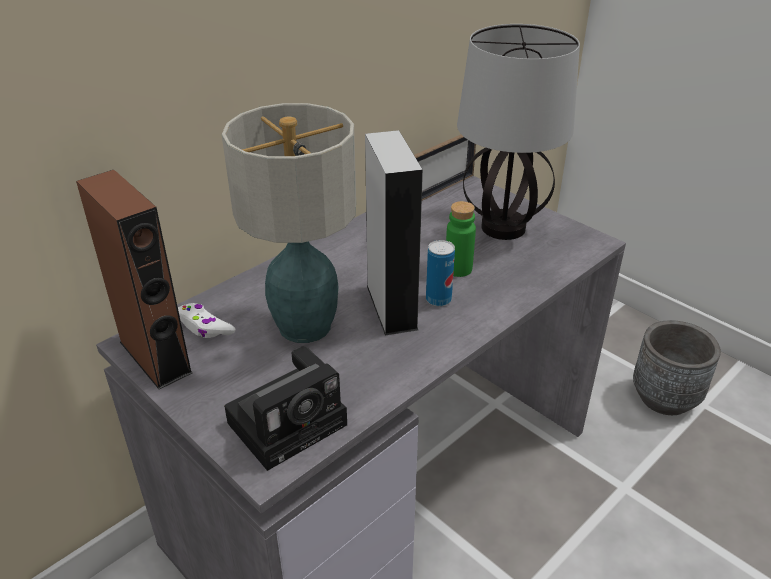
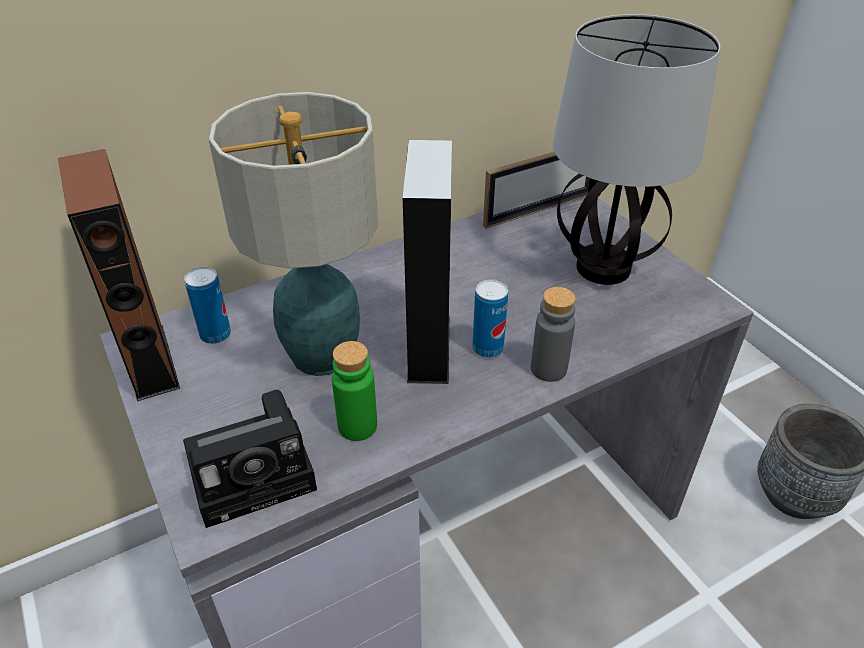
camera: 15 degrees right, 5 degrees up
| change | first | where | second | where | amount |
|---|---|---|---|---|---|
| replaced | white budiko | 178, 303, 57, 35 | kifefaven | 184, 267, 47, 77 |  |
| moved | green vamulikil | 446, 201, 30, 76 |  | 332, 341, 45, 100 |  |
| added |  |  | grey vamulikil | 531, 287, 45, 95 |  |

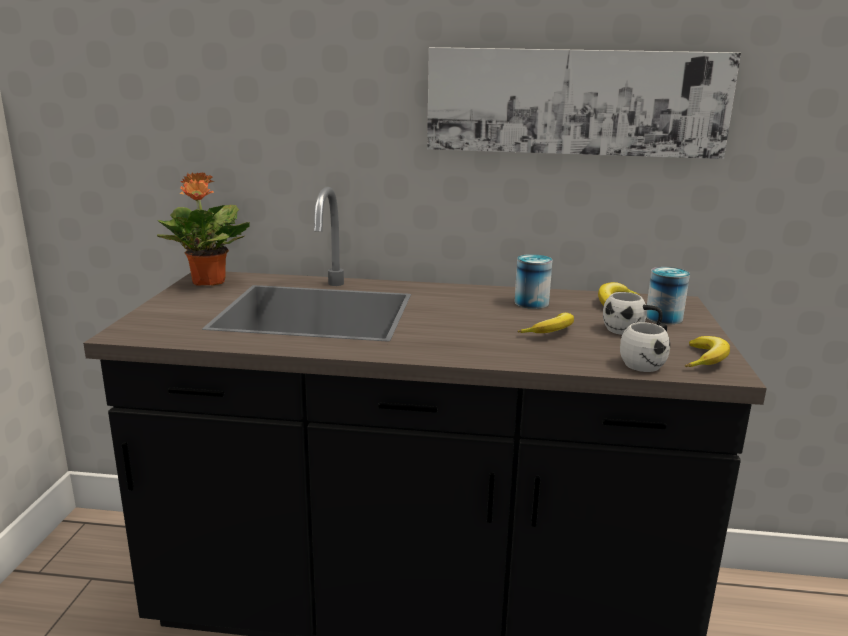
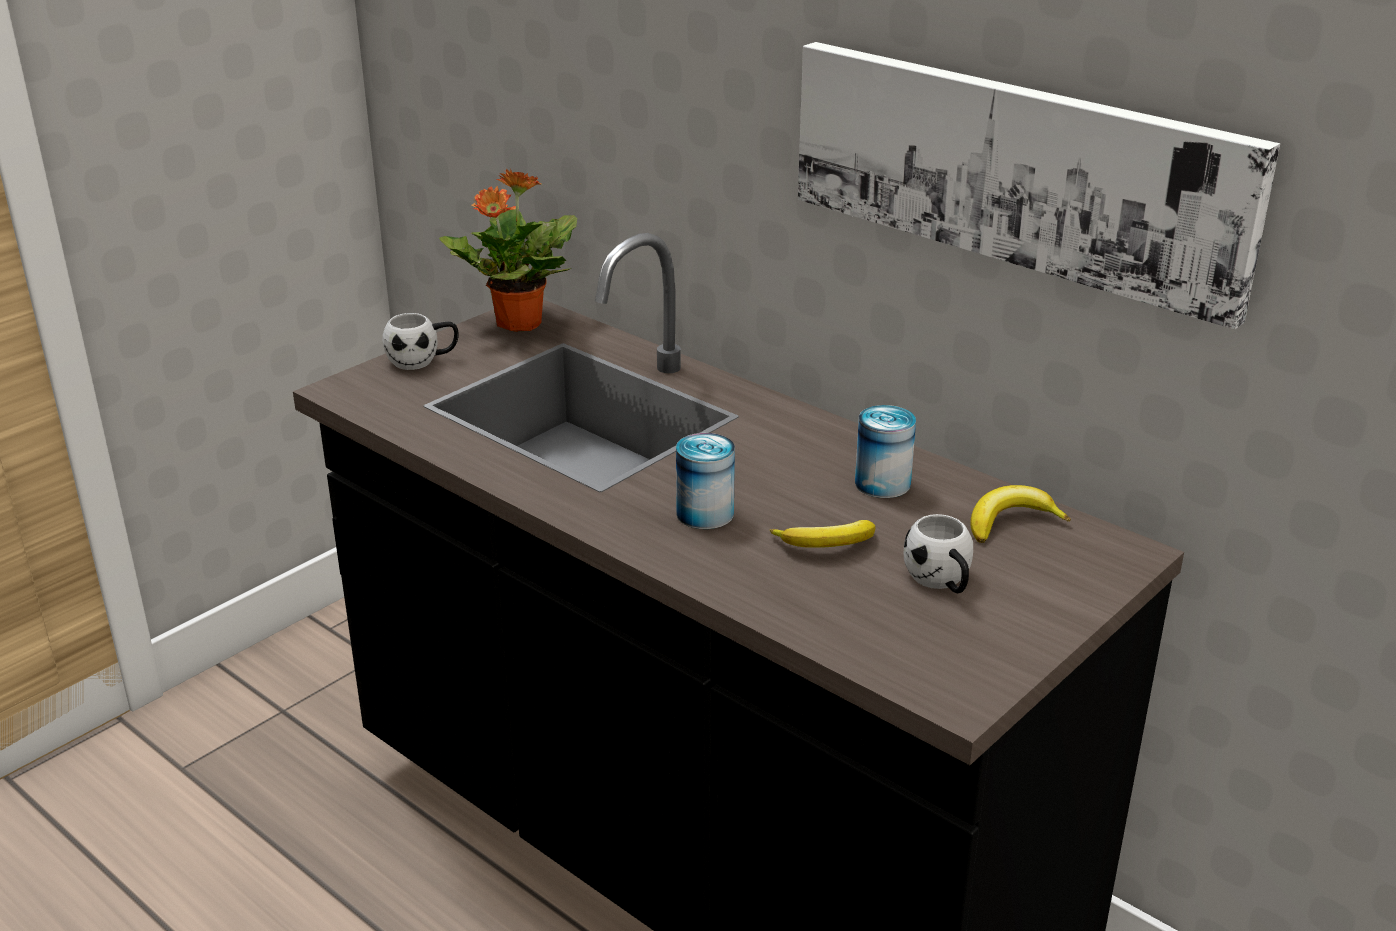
camera: 35 degrees right, 10 degrees up
| change | first | where | second | where | amount |
|---|---|---|---|---|---|
| moved | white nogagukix | 620, 322, 50, 50 |  | 383, 313, 76, 57 |  |
| moved | kifefaven | 646, 267, 44, 57 |  | 676, 433, 59, 96 |  |
| removed | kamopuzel | 685, 336, 45, 31 |  |  |  |

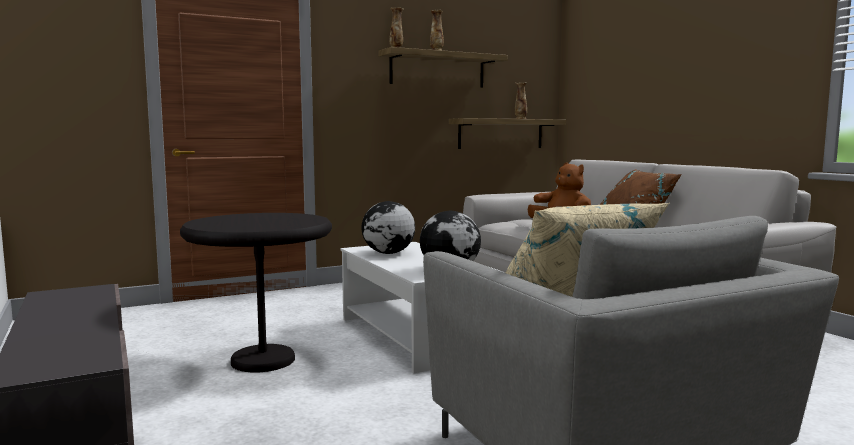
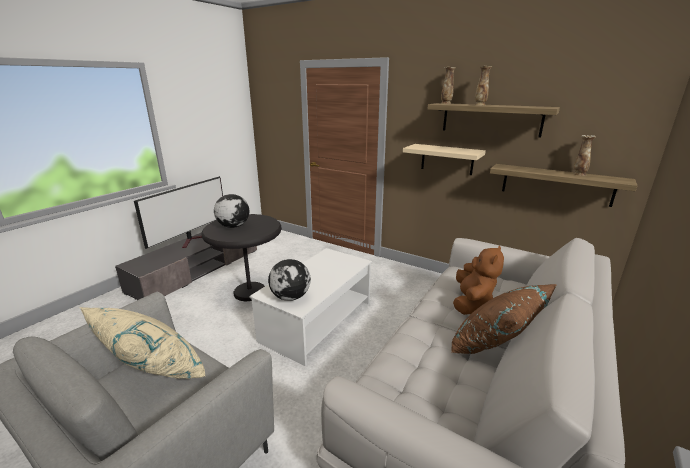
camera: 60 degrees right, 15 degrees up
| change | first | where | second | where | amount |
|---|---|---|---|---|---|
| added |  |  | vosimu | 134, 176, 89, 73 |  |
| moved | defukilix | 361, 201, 54, 53 |  | 214, 194, 35, 34 |  |
| added |  |  | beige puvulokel | 403, 144, 83, 31 |  |

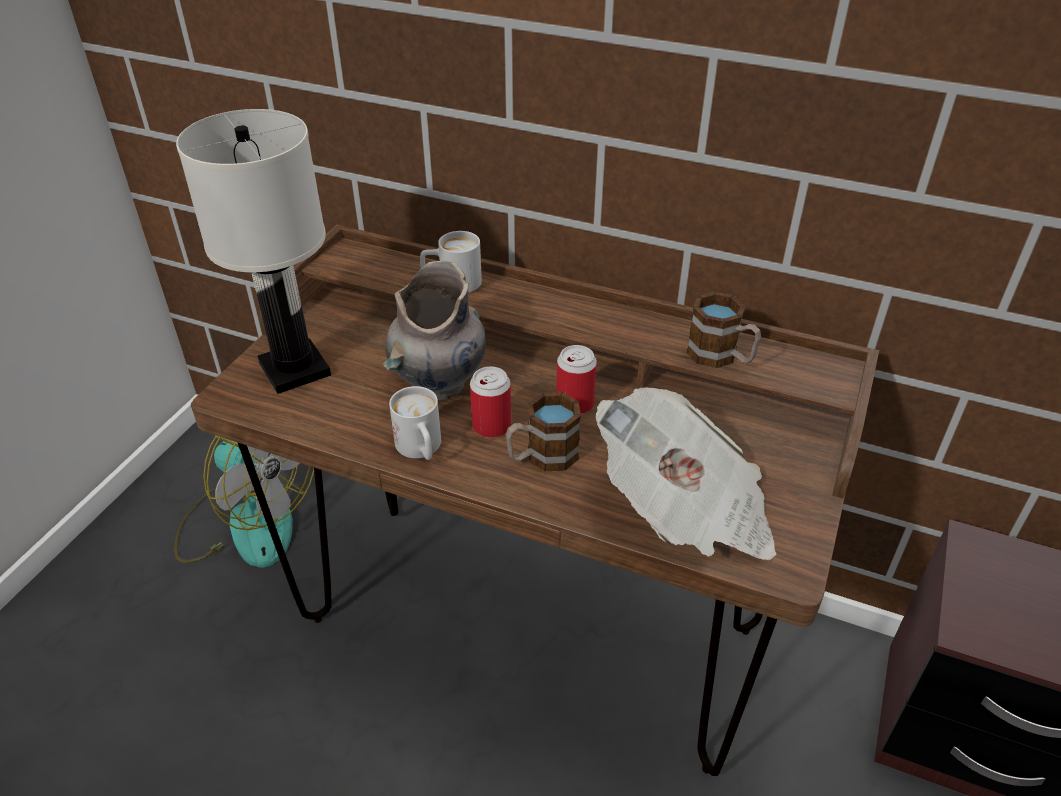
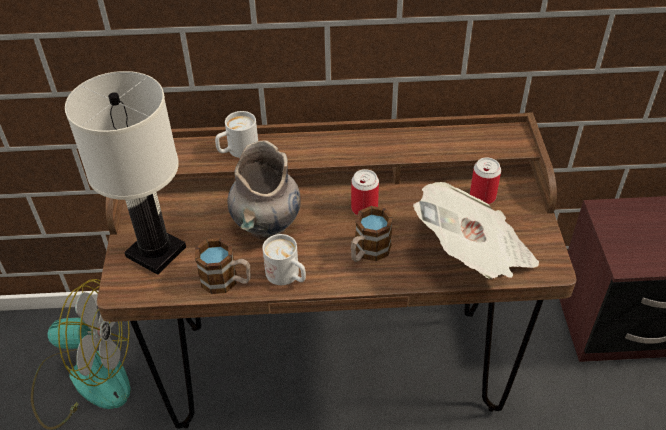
camera: 25 degrees left, 5 degrees up
| change | first | where | second | where | amount |
|---|---|---|---|---|---|
| moved | nogagukix | 686, 291, 75, 77 |  | 195, 238, 56, 56 |  |
| moved | kifefaven | 470, 367, 41, 71 |  | 470, 158, 31, 46 |  |

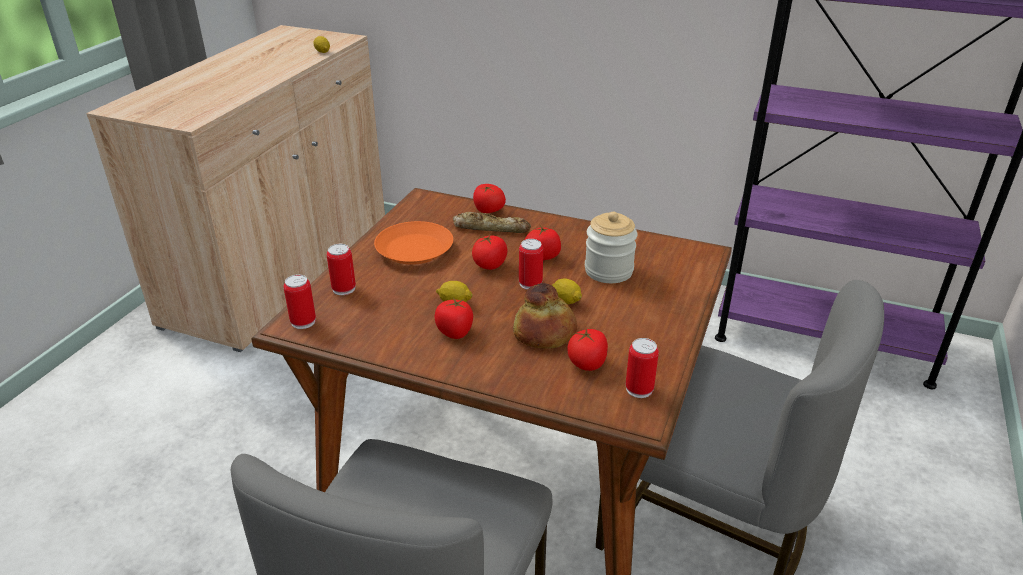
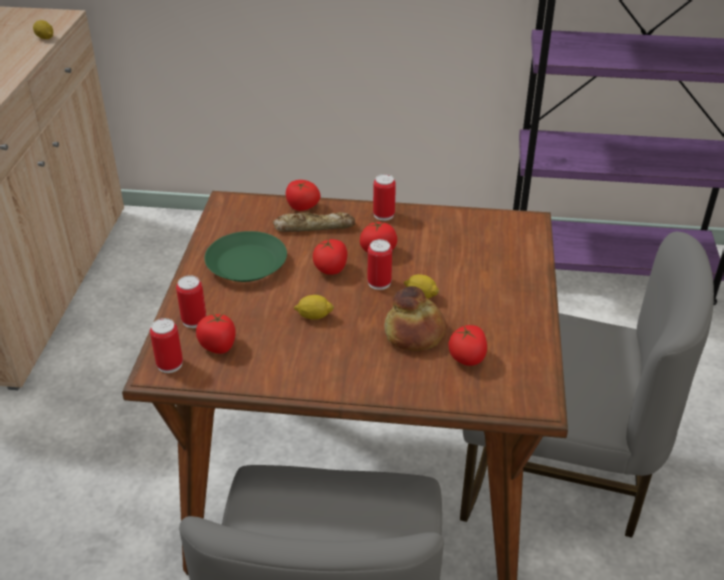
camera: 15 degrees left, 5 degrees up
| change | first | where | second | where | amount |
|---|---|---|---|---|---|
| moved | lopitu | 435, 297, 38, 42 |  | 196, 313, 40, 41 |  |
| recoloured | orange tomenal | 374, 221, 79, 44 | green tomenal | 204, 231, 83, 51 |  |
| moved | kifefaven | 626, 338, 33, 60 |  | 373, 174, 23, 47 |  |
| removed | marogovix | 585, 212, 53, 71 |  |  |  |

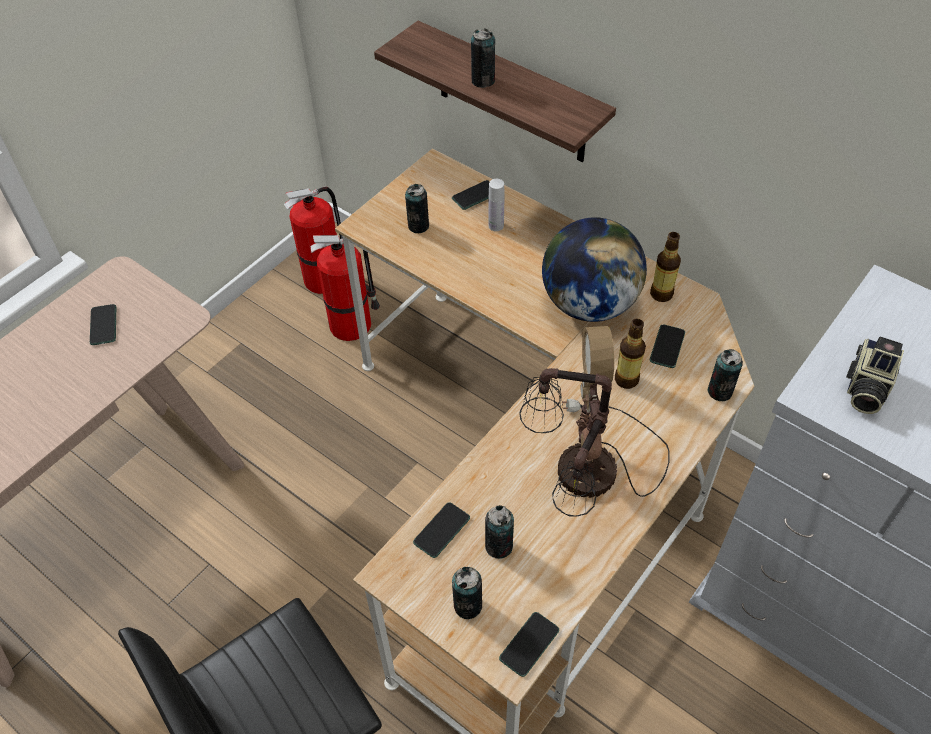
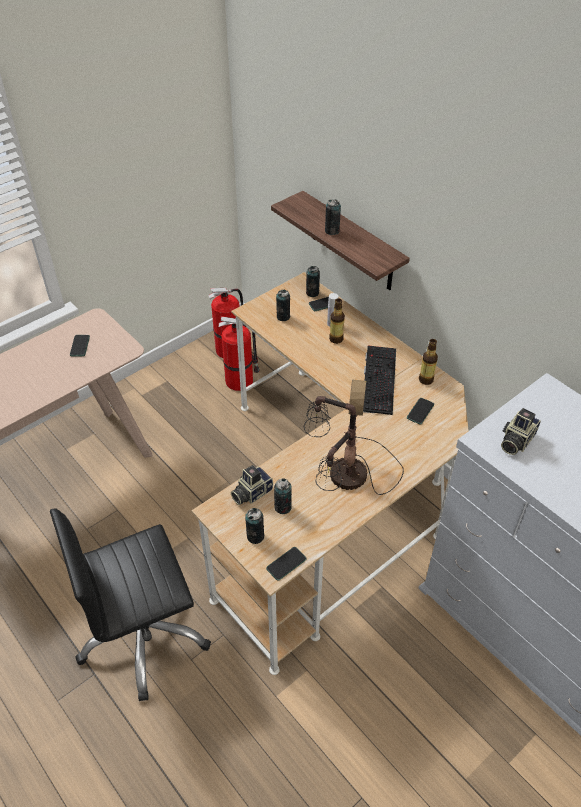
camera: 10 degrees right, 5 degrees down
| change | first | where | second | where | amount |
|---|---|---|---|---|---|
| replaced | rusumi | 413, 502, 57, 56 | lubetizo | 231, 465, 42, 40 |  |
| moved | kifefaven | 707, 349, 36, 52 |  | 306, 266, 14, 31 |  |
| moved | vamulikil | 615, 319, 31, 70 |  | 329, 298, 16, 46 |  |
| replaced | defukilix | 542, 217, 105, 105 | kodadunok | 363, 345, 33, 70 |  |

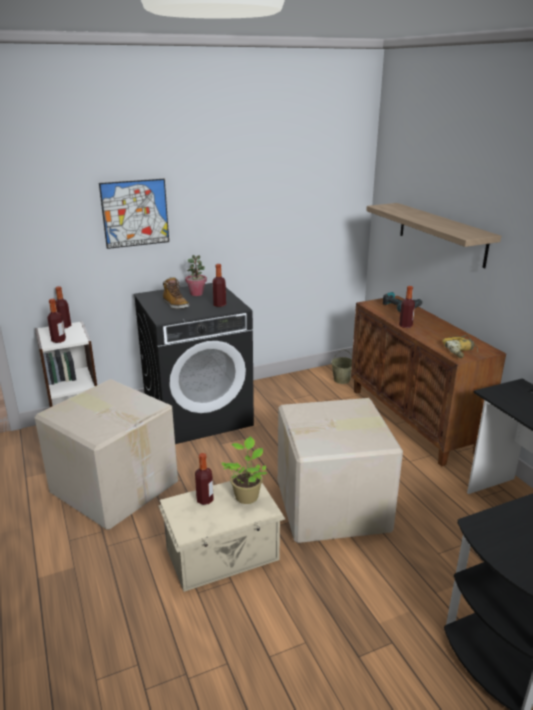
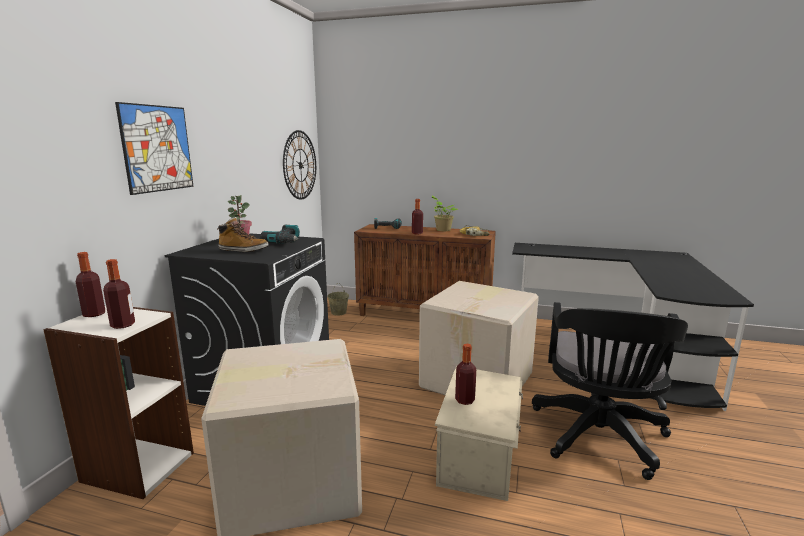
camera: 50 degrees left, 10 degrees down
| change | first | where | second | where | amount |
|---|---|---|---|---|---|
| replaced | vamulikil | 213, 264, 13, 43 | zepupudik | 260, 224, 40, 20 |  |
| added |  |  | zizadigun | 283, 130, 33, 69 |  |
| moved | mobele | 222, 436, 45, 68 |  | 432, 196, 26, 35 |  |
| added |  |  | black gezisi | 532, 302, 156, 178 |  |
| removed | puvulokel | 366, 203, 135, 65 |  |  |  |

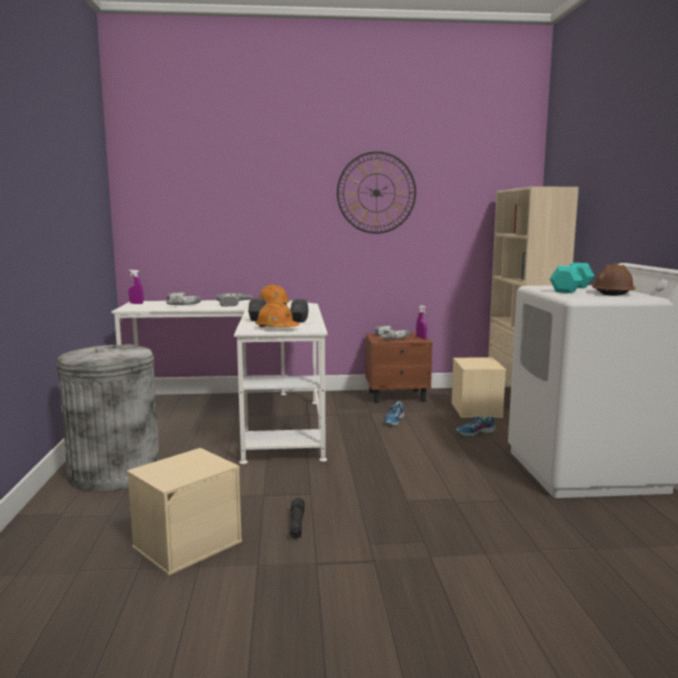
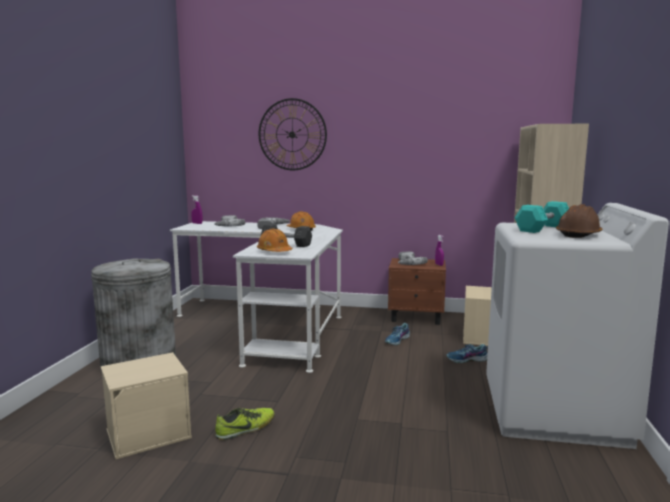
camera: 15 degrees right, 0 degrees up
| change | first | where | second | where | amount |
|---|---|---|---|---|---|
| replaced | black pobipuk | 290, 498, 15, 41 | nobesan | 215, 407, 60, 33 |  |
| moved | zizadigun | 337, 151, 79, 83 |  | 259, 98, 68, 72 |  |

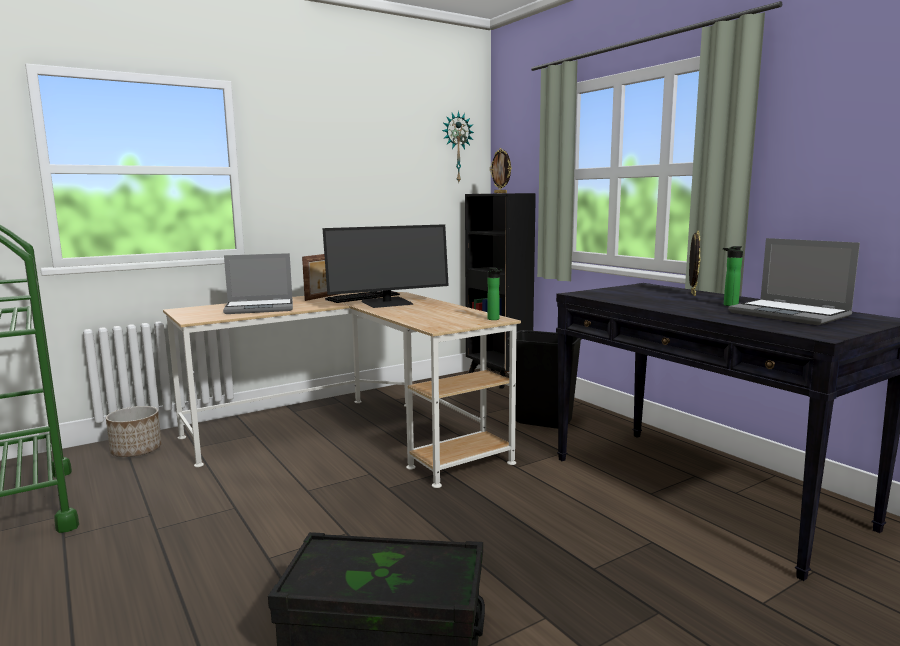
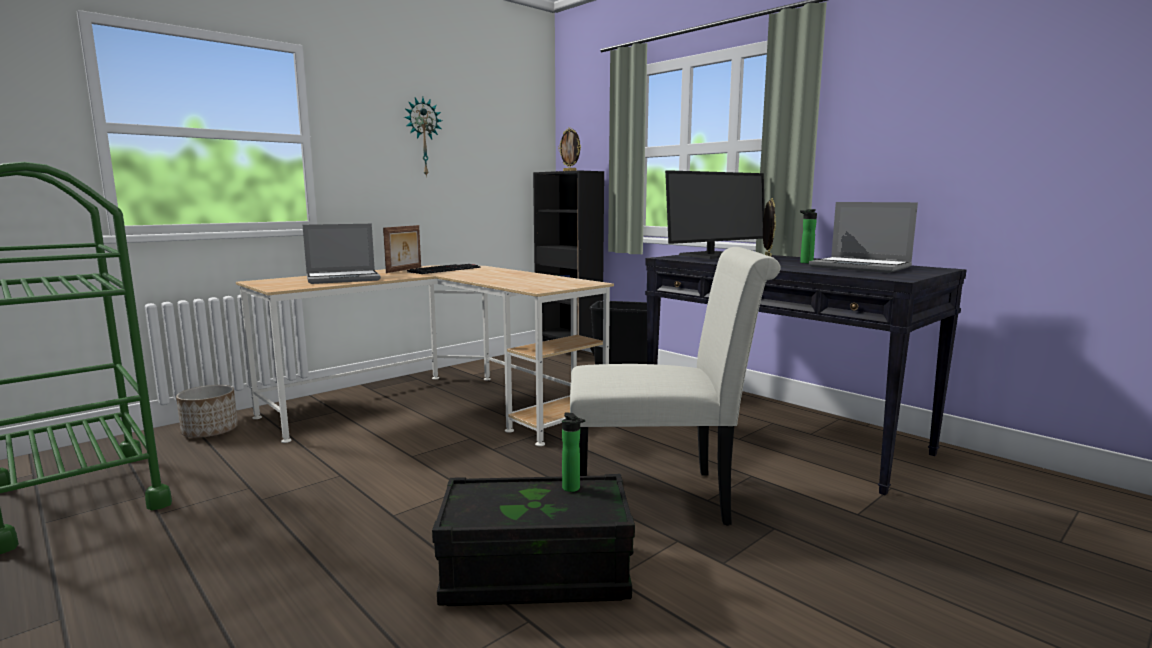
camera: 10 degrees left, 0 degrees up
| change | first | where | second | where | amount |
|---|---|---|---|---|---|
| moved | zizadigun | 442, 111, 32, 71 |  | 404, 97, 38, 80 |  |
| moved | vamulikil | 487, 267, 15, 53 |  | 562, 412, 23, 80 |  |
| added |  |  | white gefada | 570, 247, 211, 279 |  |
| moved | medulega | 322, 224, 127, 84 |  | 665, 170, 100, 89 |  |

